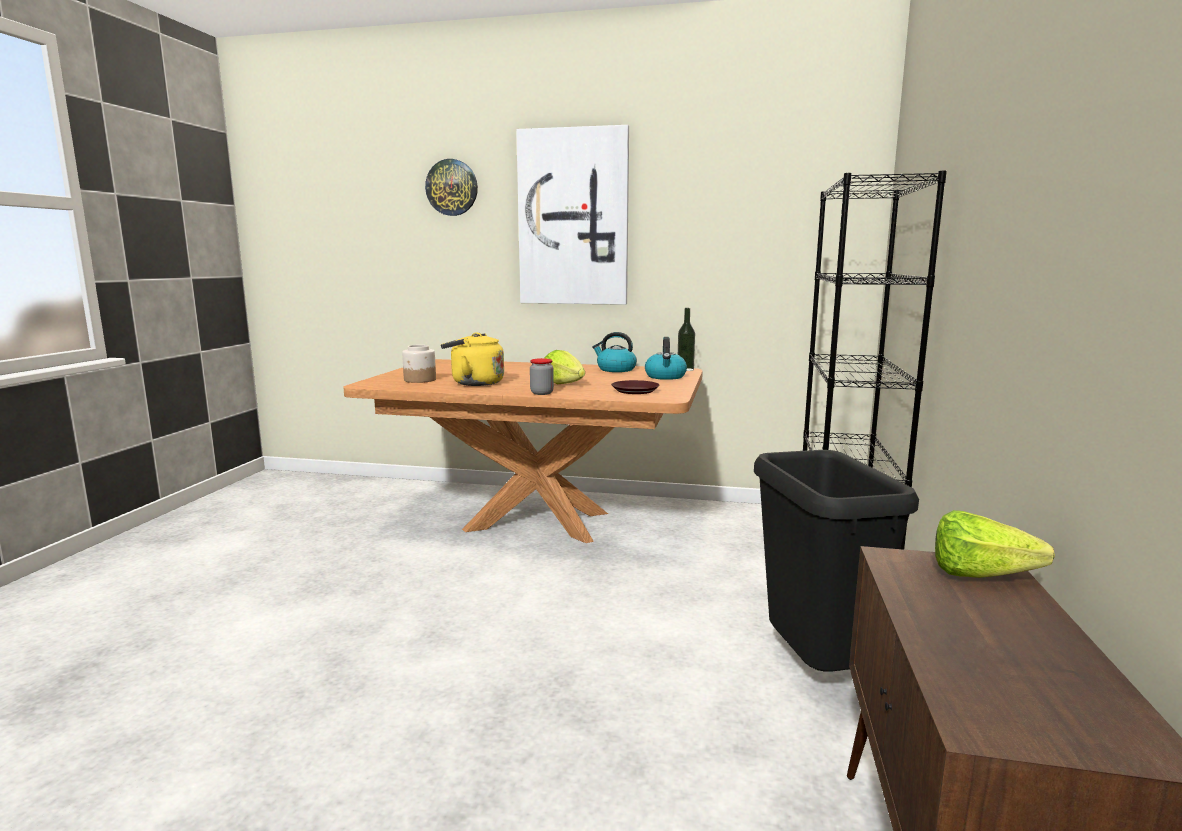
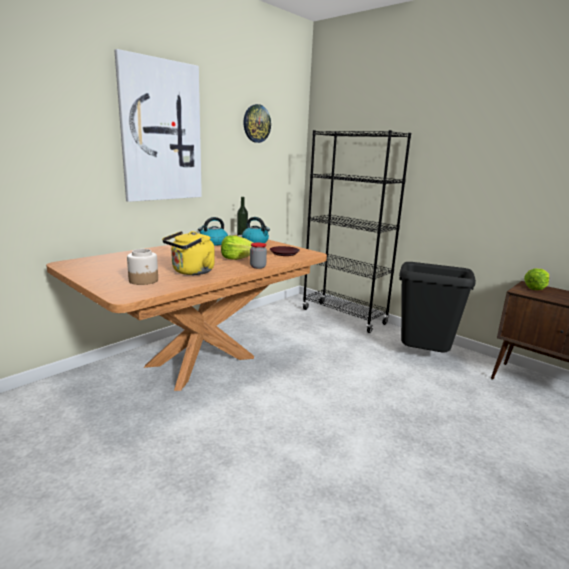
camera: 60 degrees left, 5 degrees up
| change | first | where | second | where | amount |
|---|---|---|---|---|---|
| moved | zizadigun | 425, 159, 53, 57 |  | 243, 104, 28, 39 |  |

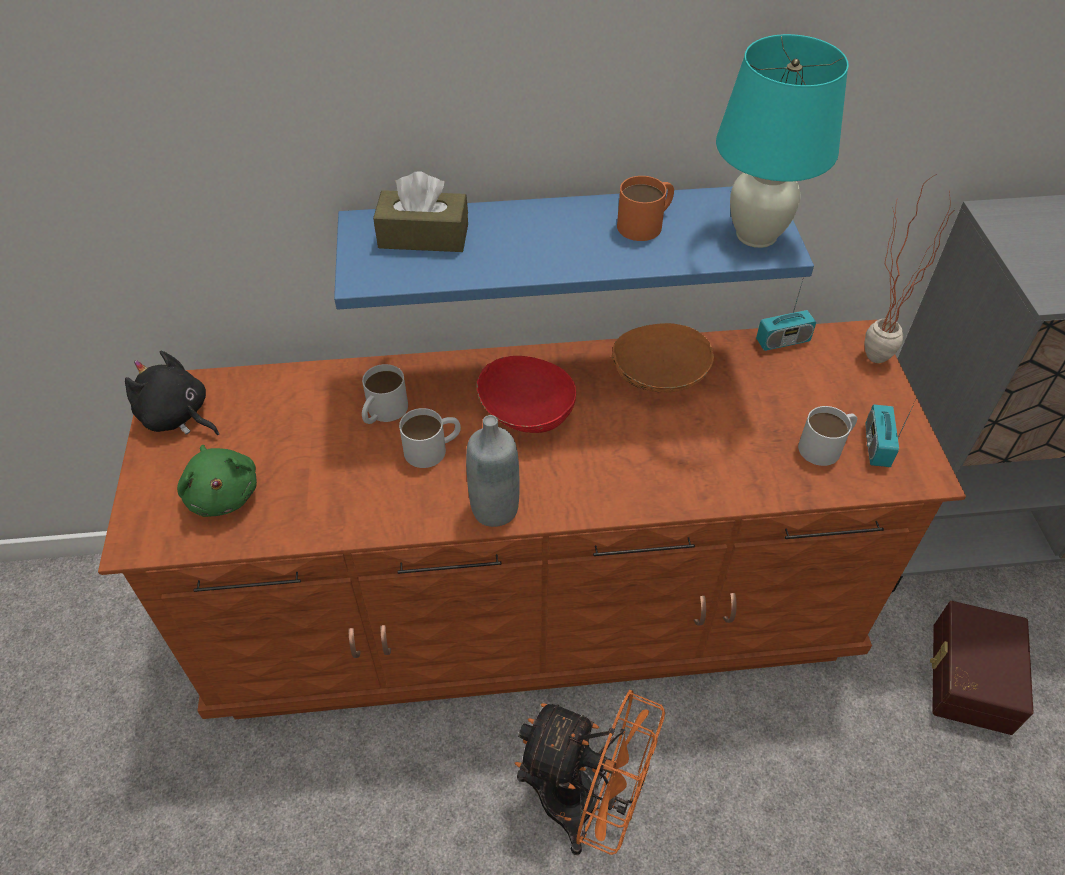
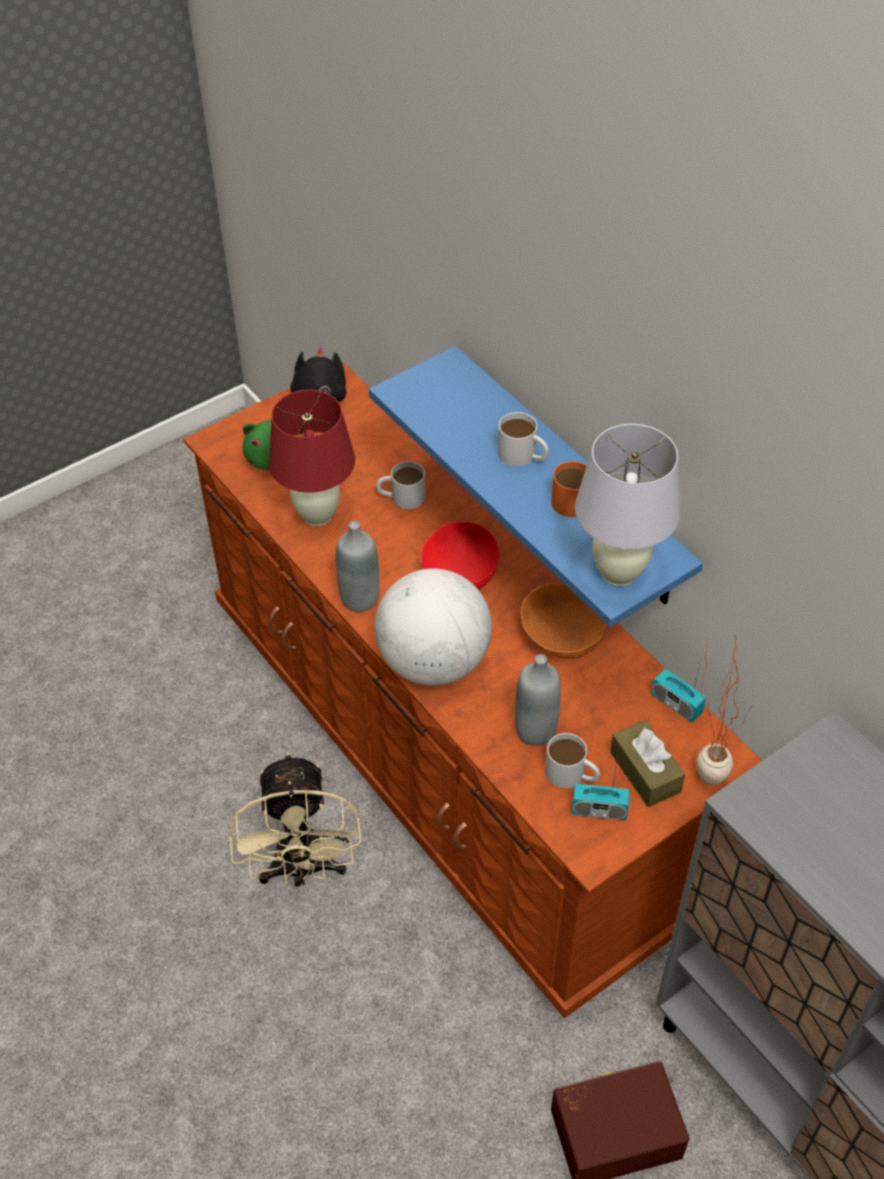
camera: 60 degrees right, 0 degrees up
| change | first | where | second | where | amount |
|---|---|---|---|---|---|
| recoloured | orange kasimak | 515, 690, 150, 165 | beige kasimak | 229, 752, 132, 135 |  |
| added |  |  | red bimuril | 268, 390, 87, 136 |  |
| added |  |  | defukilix | 375, 568, 117, 118 |  |
| moved | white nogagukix | 399, 408, 62, 60 |  | 498, 412, 51, 54 |  |
| added |  |  | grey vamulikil | 515, 654, 46, 92 |  |
| turned | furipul | 865, 397, 52, 70 |  | 572, 757, 58, 63 | 150 degrees counterclockwise |
| recoloured | turquoise bimuril | 716, 34, 133, 214 | white bimuril | 575, 424, 105, 162 |  |
| moved | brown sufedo | 373, 172, 95, 80 |  | 610, 720, 75, 87 |  |

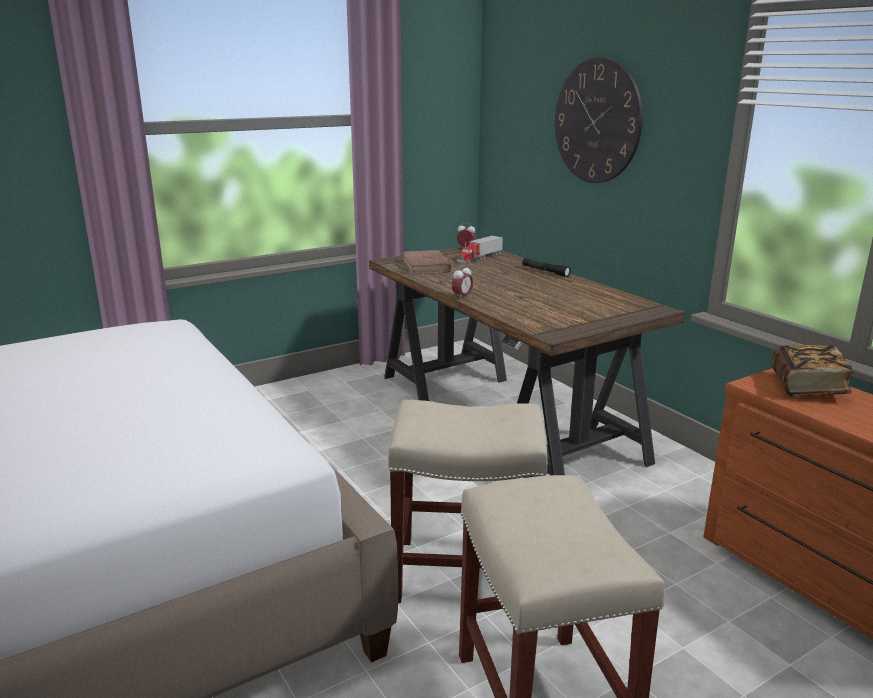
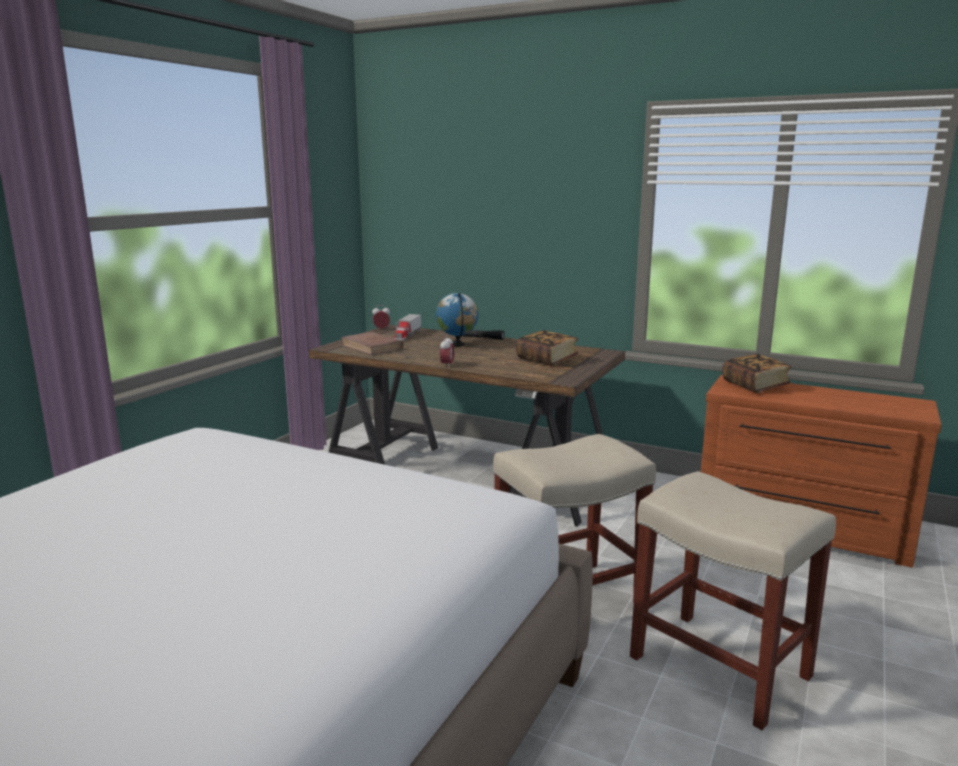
camera: 30 degrees left, 5 degrees down
| change | first | where | second | where | amount |
|---|---|---|---|---|---|
| added |  |  | defukilix | 436, 293, 42, 54 |  |
| added |  |  | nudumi | 516, 330, 63, 36 |  |
| removed | zizadigun | 555, 57, 88, 126 |  |  |  |

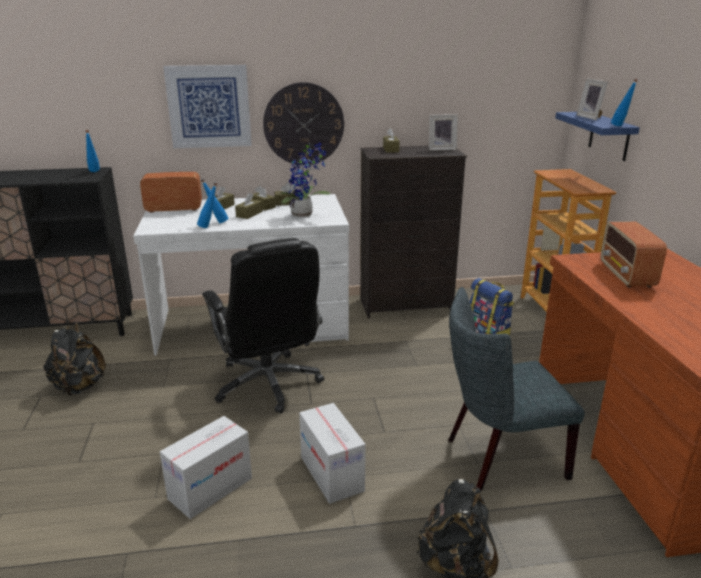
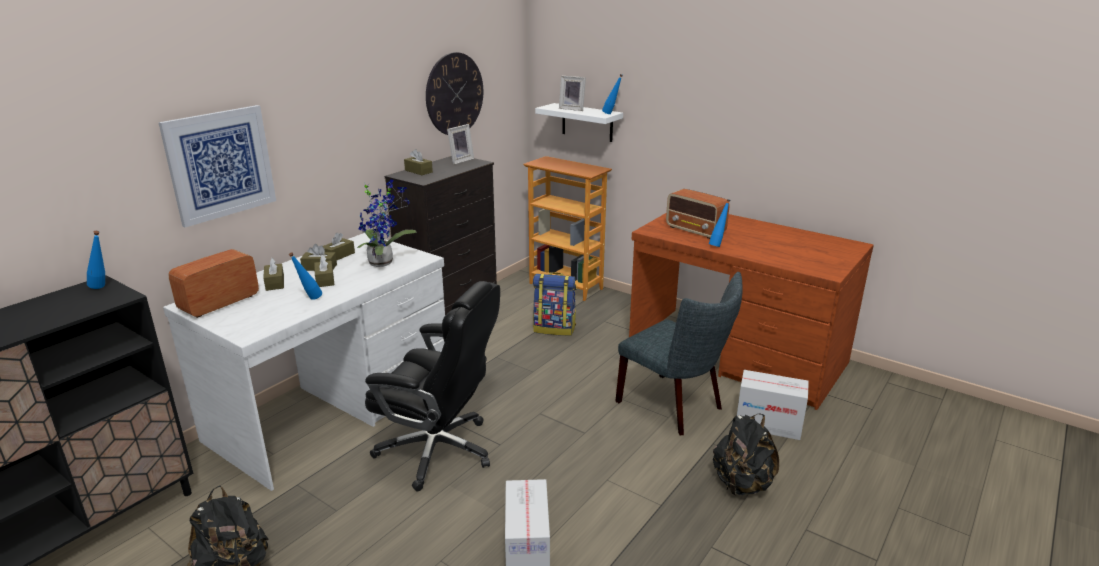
camera: 45 degrees left, 0 degrees up
| change | first | where | second | where | amount |
|---|---|---|---|---|---|
| moved | zizadigun | 263, 82, 81, 83 |  | 426, 52, 57, 83 |  |
| recoloured | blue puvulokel | 555, 112, 85, 49 | white puvulokel | 535, 103, 88, 39 |  |
| turned | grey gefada | 448, 287, 137, 204 |  | 615, 272, 128, 163 | 75 degrees counterclockwise |
| moved | blue vamulikil | 197, 182, 20, 46 |  | 709, 199, 21, 48 |  |
| moved | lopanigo | 299, 403, 67, 101 |  | 737, 370, 72, 70 |  |

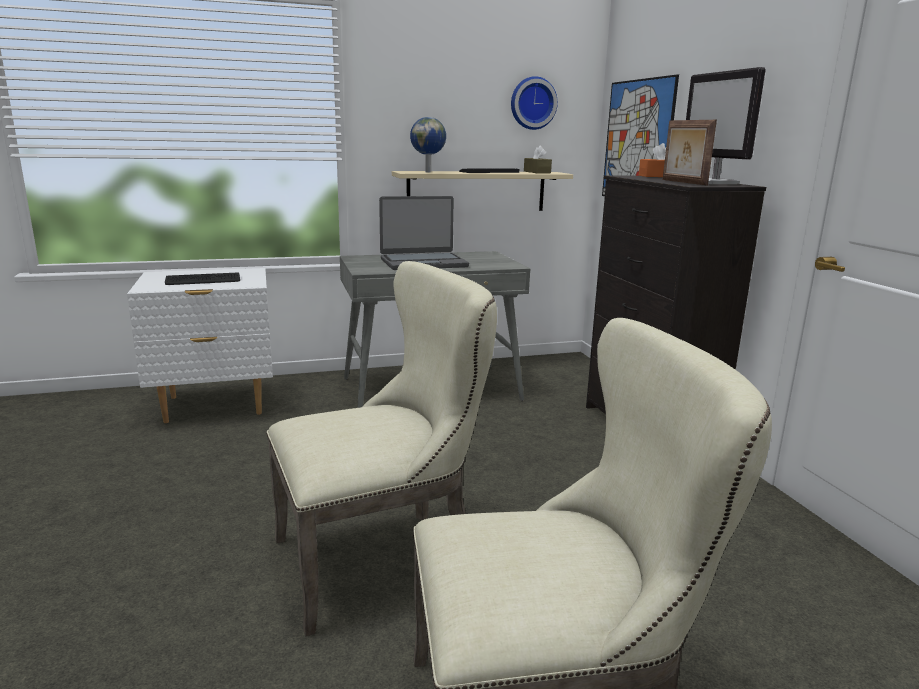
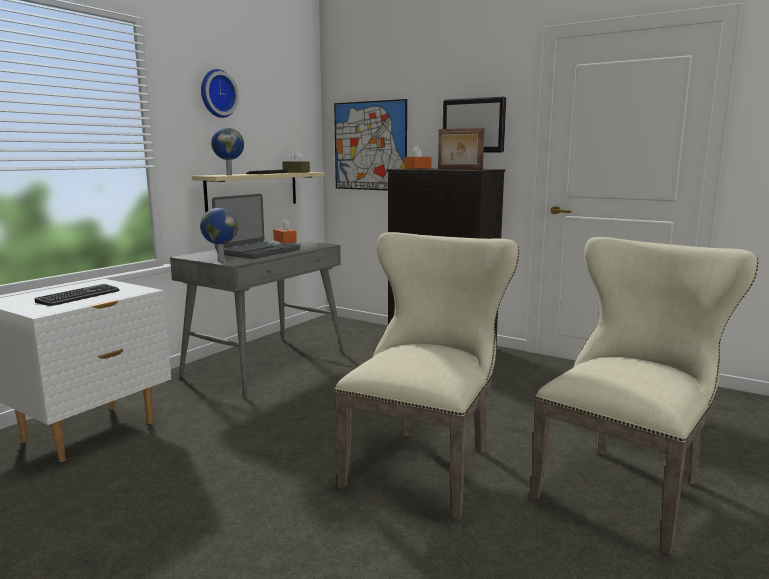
camera: 40 degrees left, 5 degrees down
| change | first | where | second | where | amount |
|---|---|---|---|---|---|
| added |  |  | defukilix | 200, 208, 38, 53 |  |
| moved | zizadigun | 511, 76, 47, 54 |  | 201, 69, 38, 49 |  |
| added |  |  | orange sufedo | 273, 219, 24, 24 |  |

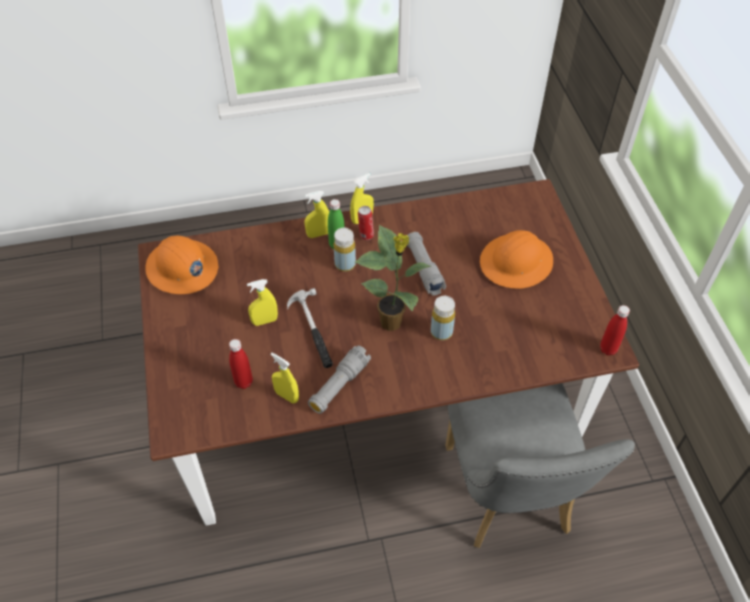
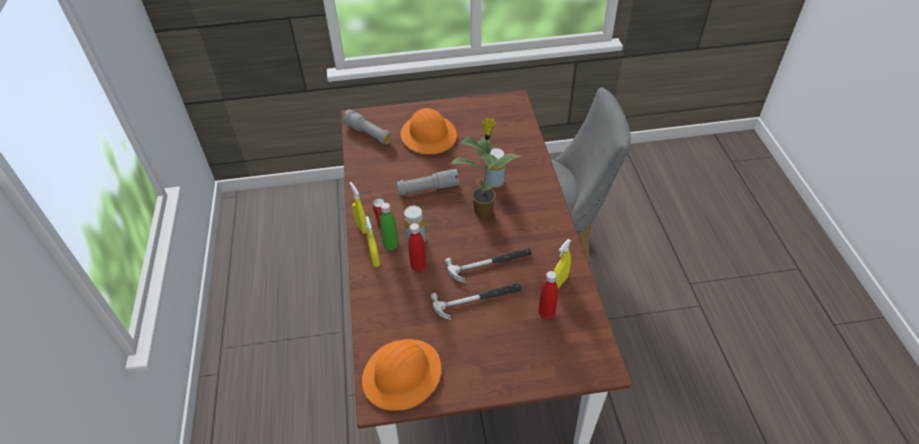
camera: 85 degrees left, 5 degrees down
| change | first | where | second | where | amount |
|---|---|---|---|---|---|
| moved | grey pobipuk | 308, 345, 63, 69 |  | 342, 109, 50, 36 |  |
| moved | red vamulikil | 600, 305, 30, 50 |  | 408, 223, 18, 48 |  |
| replaced | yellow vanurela | 247, 279, 31, 47 | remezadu | 430, 283, 92, 37 |  |

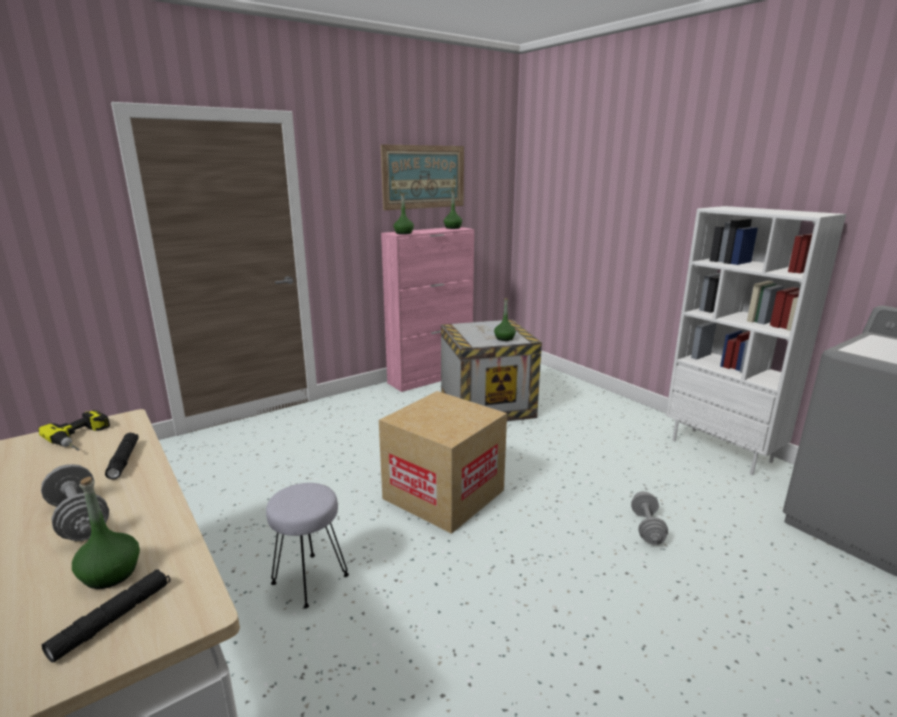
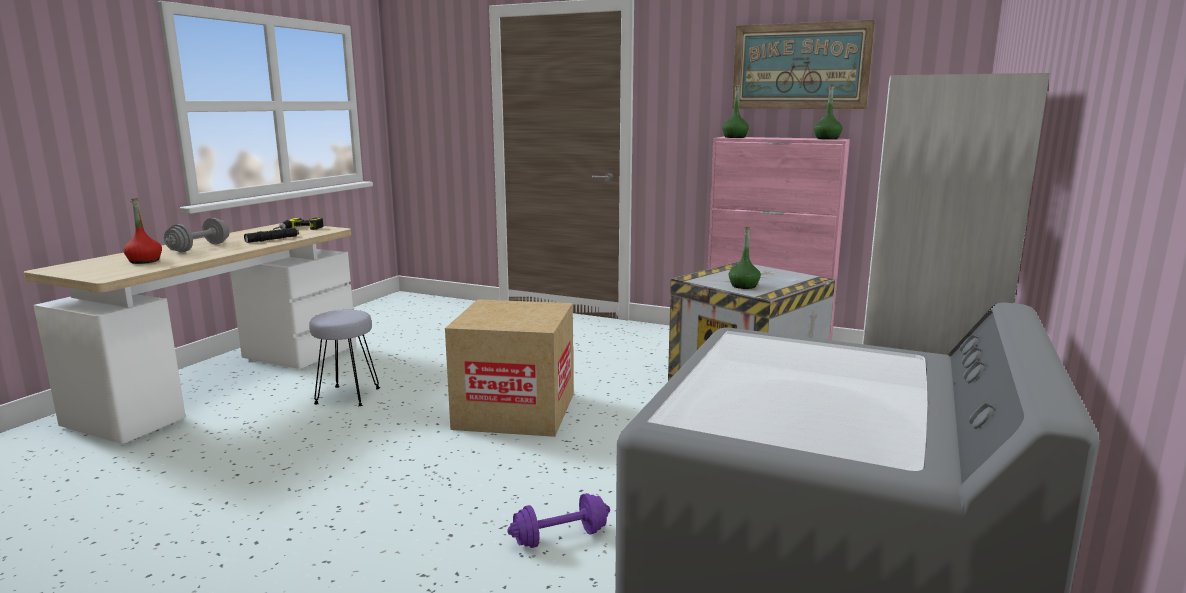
camera: 60 degrees right, 5 degrees down
| change | first | where | second | where | amount |
|---|---|---|---|---|---|
| recoloured | green vamulikil | 72, 476, 68, 113 | red vamulikil | 123, 198, 39, 66 |  |
| recoloured | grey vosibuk | 631, 491, 37, 54 | purple vosibuk | 507, 493, 103, 55 |  |
| removed | black pobipuk | 42, 569, 128, 94 |  |  |  |

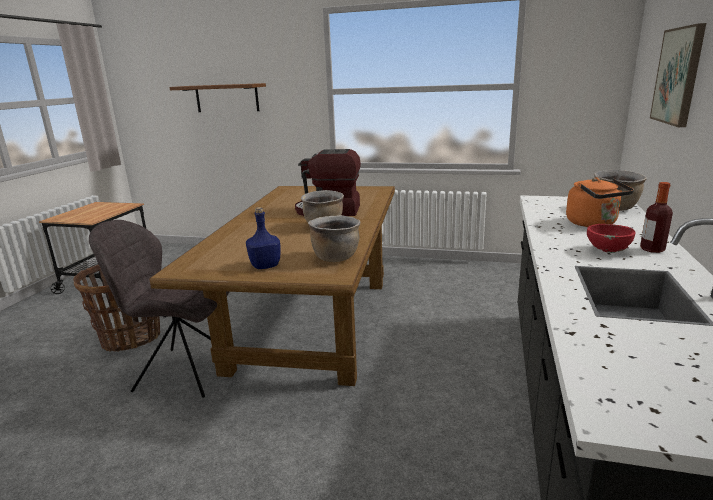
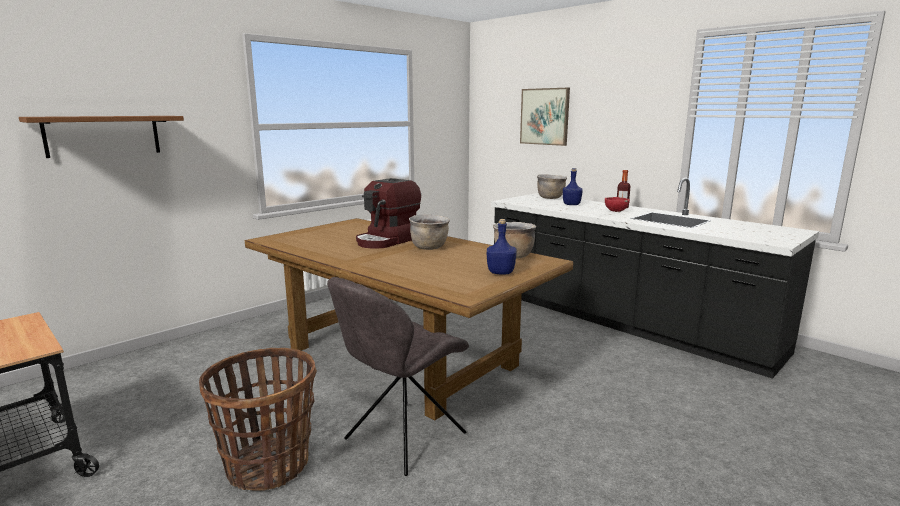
camera: 60 degrees left, 5 degrees down
| change | first | where | second | where | amount |
|---|---|---|---|---|---|
| replaced | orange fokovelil | 566, 177, 68, 50 | blue vamulikil | 563, 168, 20, 37 |  |

